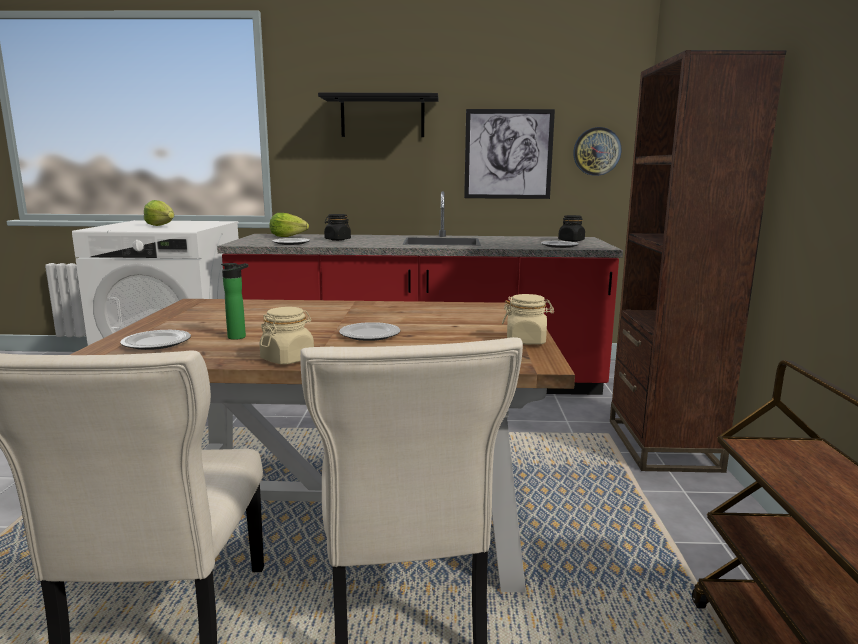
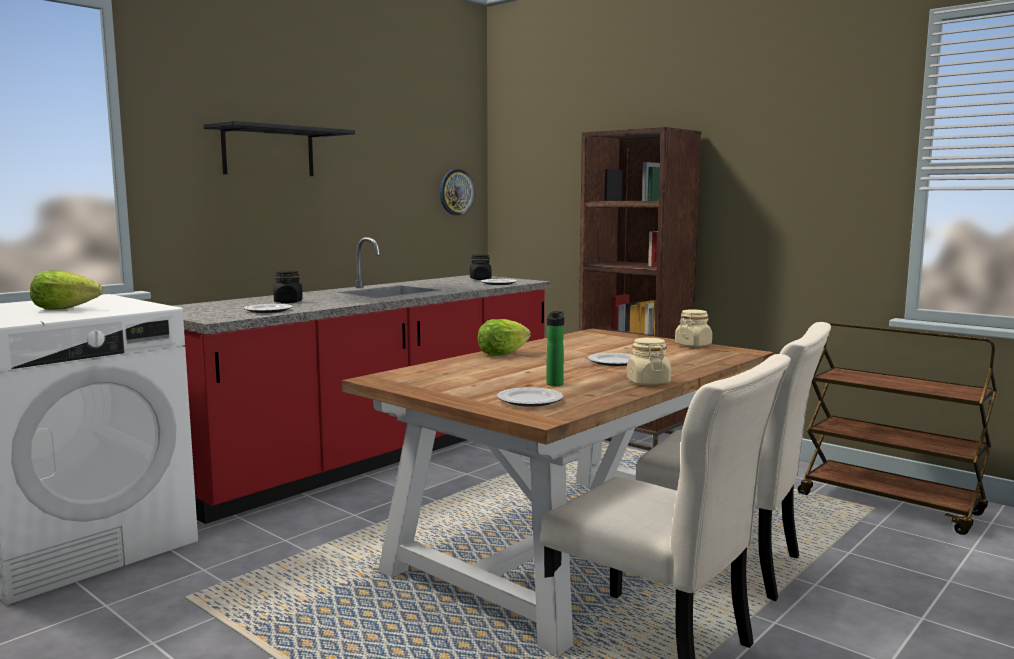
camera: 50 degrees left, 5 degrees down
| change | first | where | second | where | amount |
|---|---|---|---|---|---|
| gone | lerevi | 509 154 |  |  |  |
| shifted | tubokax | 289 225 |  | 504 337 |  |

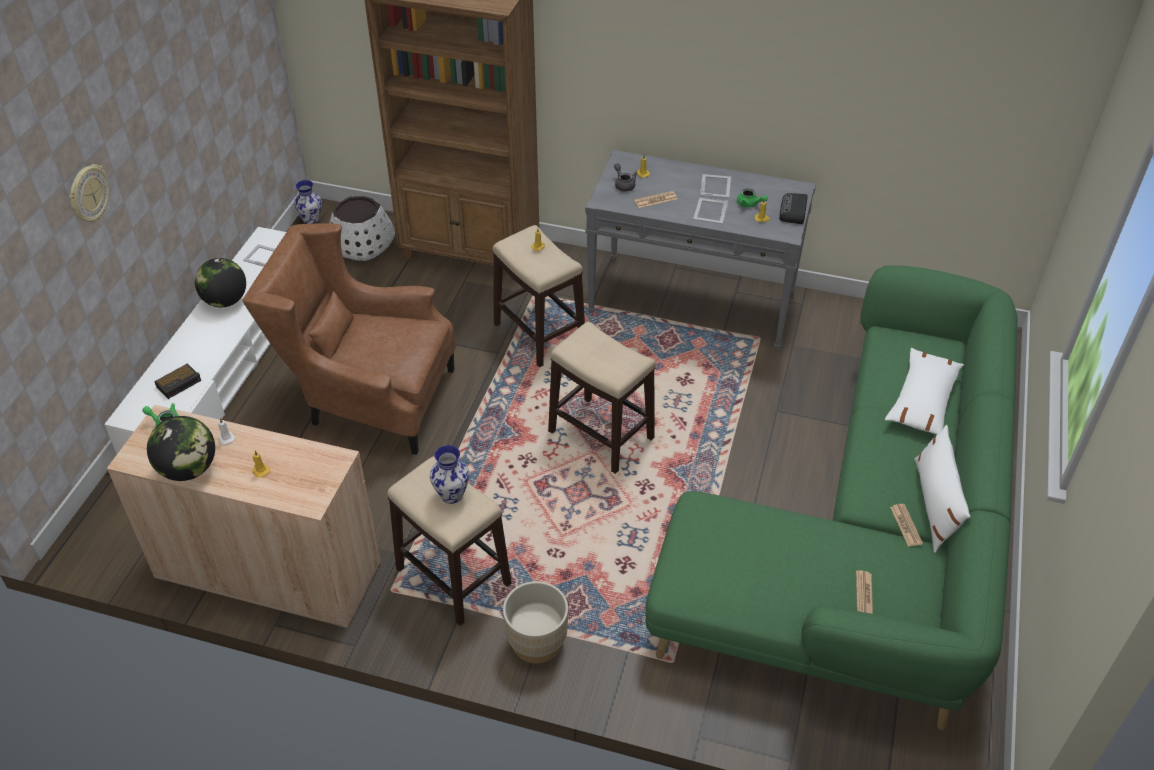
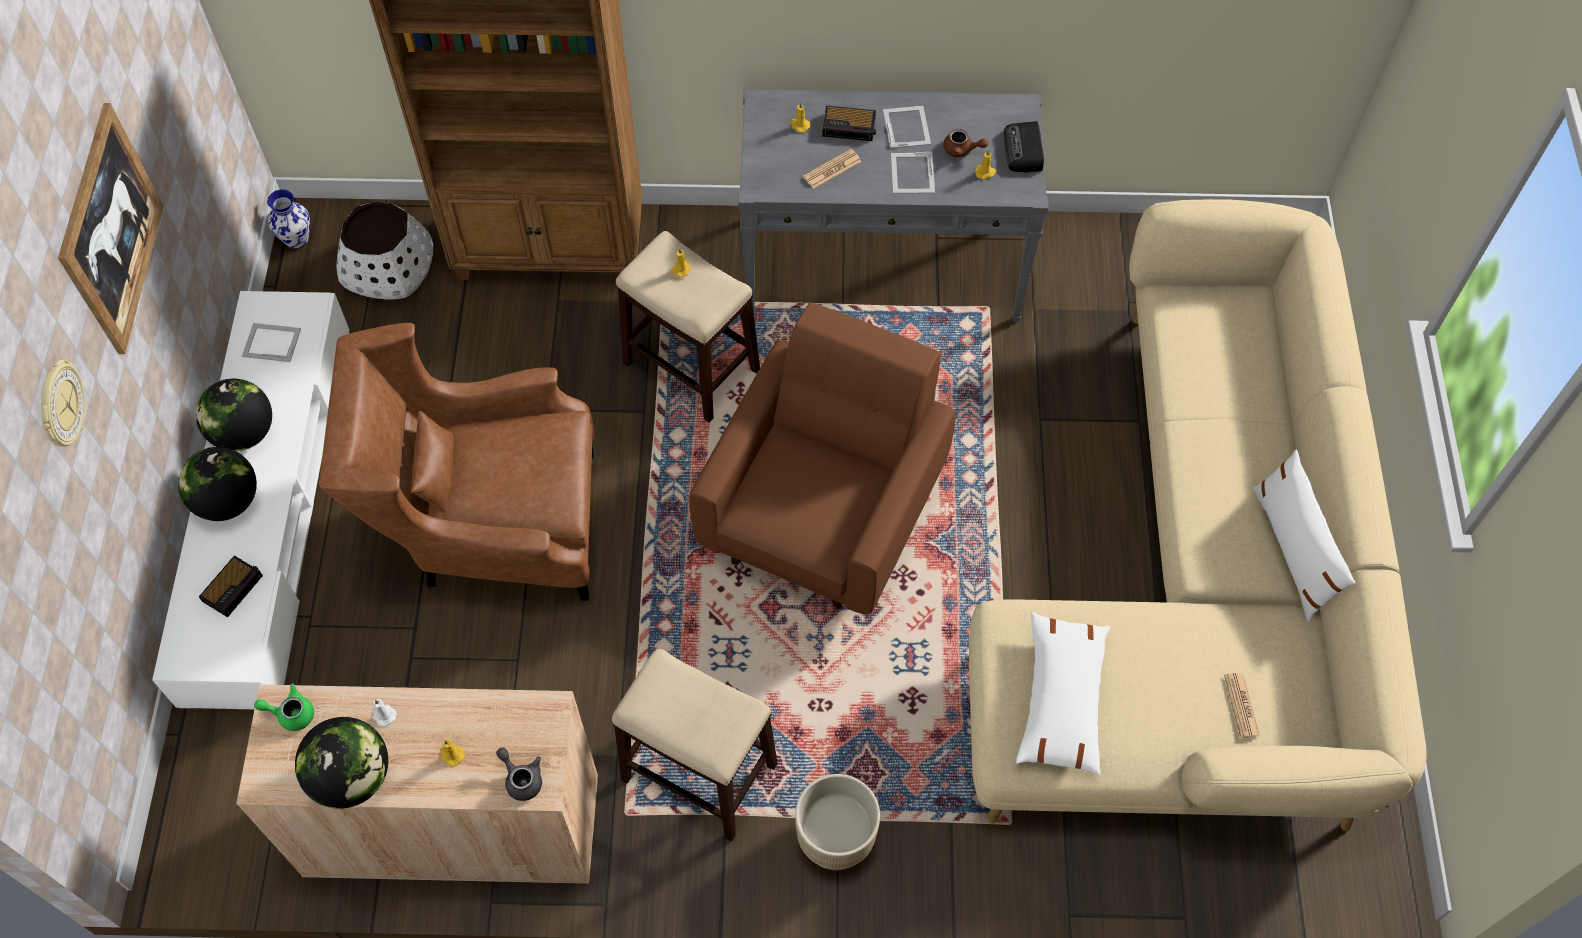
camera: 15 degrees left, 15 degrees up
| change | first | where | second | where | amount |
|---|---|---|---|---|---|
| gone | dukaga | 449 474 |  |  |  |
| gone | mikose | 906 525 |  |  |  |
| new |  |  | lerevi | 111 228 |  |
| new |  |  | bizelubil | 217 484 |  |
| new |  |  | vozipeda | 849 123 |  |
| shifted | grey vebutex | 626 177 |  | 519 774 |  |
| shifted | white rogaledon | 924 391 |  | 1063 694 |  |
| swapped | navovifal | 601 398 | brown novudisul | 822 458 |  |
| repainted | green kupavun | 831 497 | beige kupavun | 1198 515 |  |
| repainted | green vebutex | 752 197 | brown vebutex | 965 143 |  |

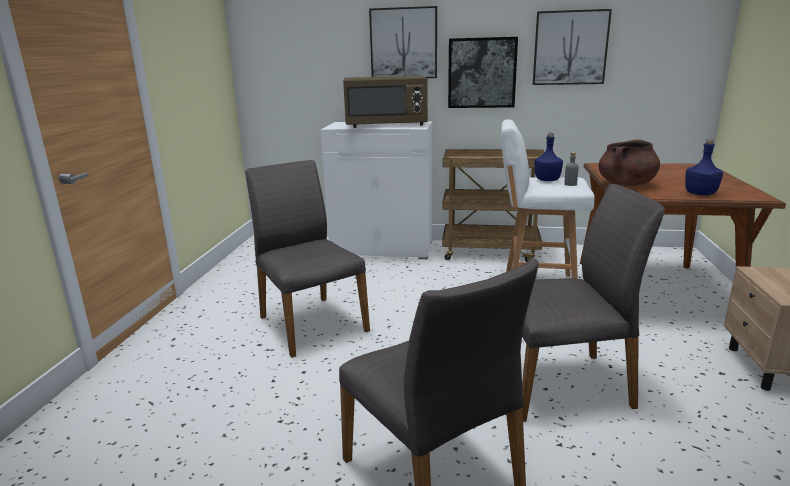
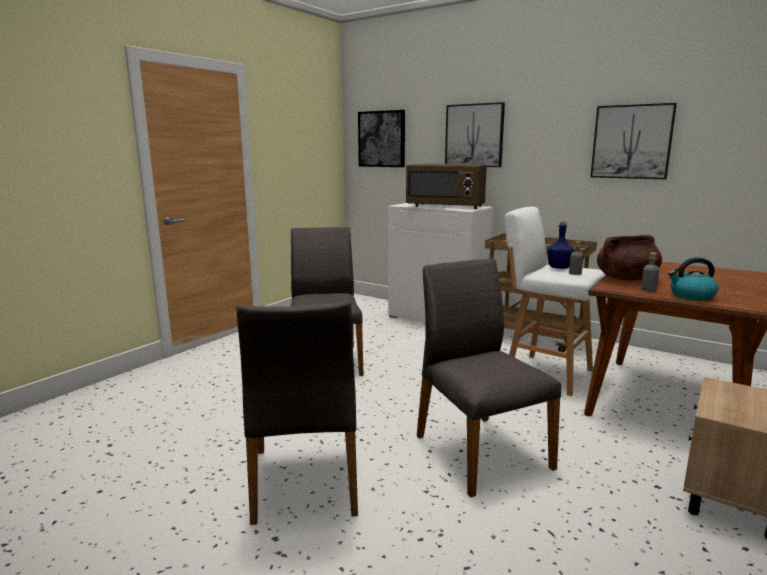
camera: 25 degrees right, 5 degrees down
| change | first | where | second | where | amount |
|---|---|---|---|---|---|
| new |  |  | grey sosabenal | 650 272 |  |
| shifted | lerevi | 483 72 |  | 381 138 |  |
| swapped | blue sosabenal | 704 167 | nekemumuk | 693 279 |  |
| rotated | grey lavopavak | 593 303 |  | 489 377 | 135 degrees counterclockwise |

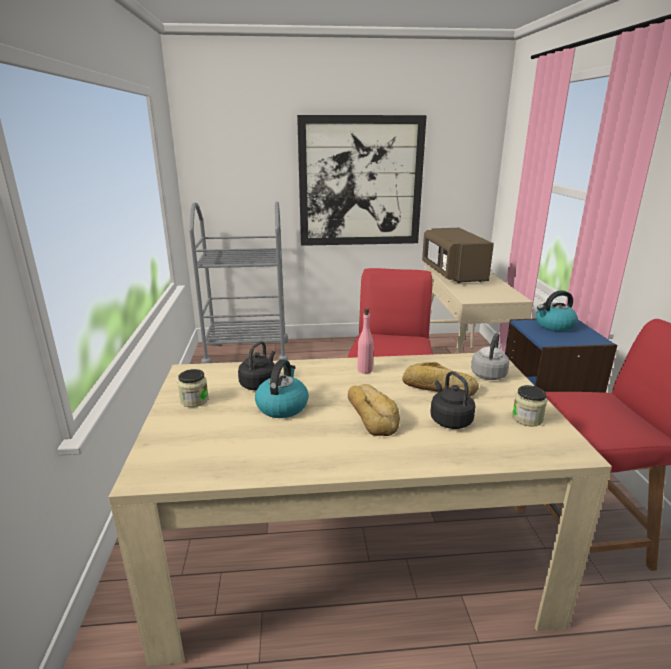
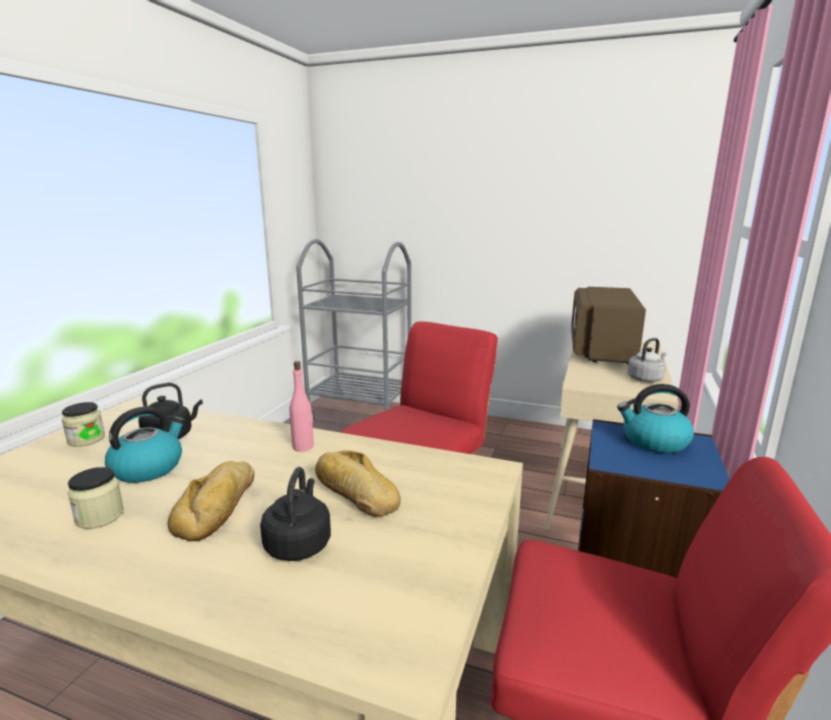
camera: 25 degrees right, 5 degrees down
| change | first | where | second | where | amount |
|---|---|---|---|---|---|
| gone | lerevi | 362 180 |  |  |  |
| shifted | grey nekemumuk | 490 356 |  | 646 360 |  |
| shifted | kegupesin | 529 406 |  | 96 498 |  |

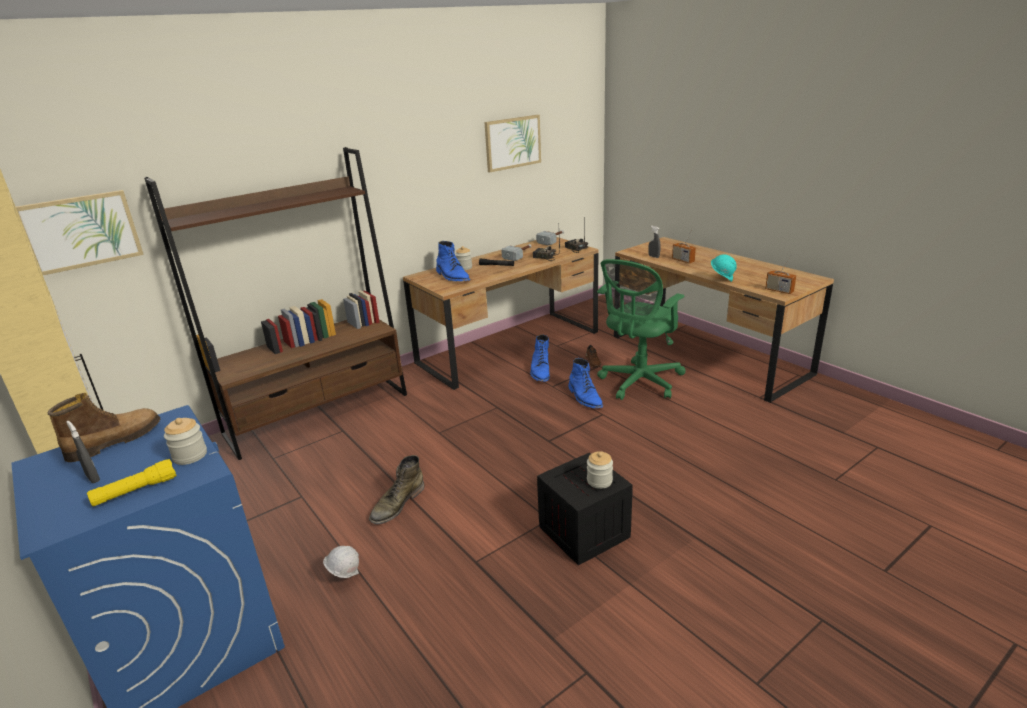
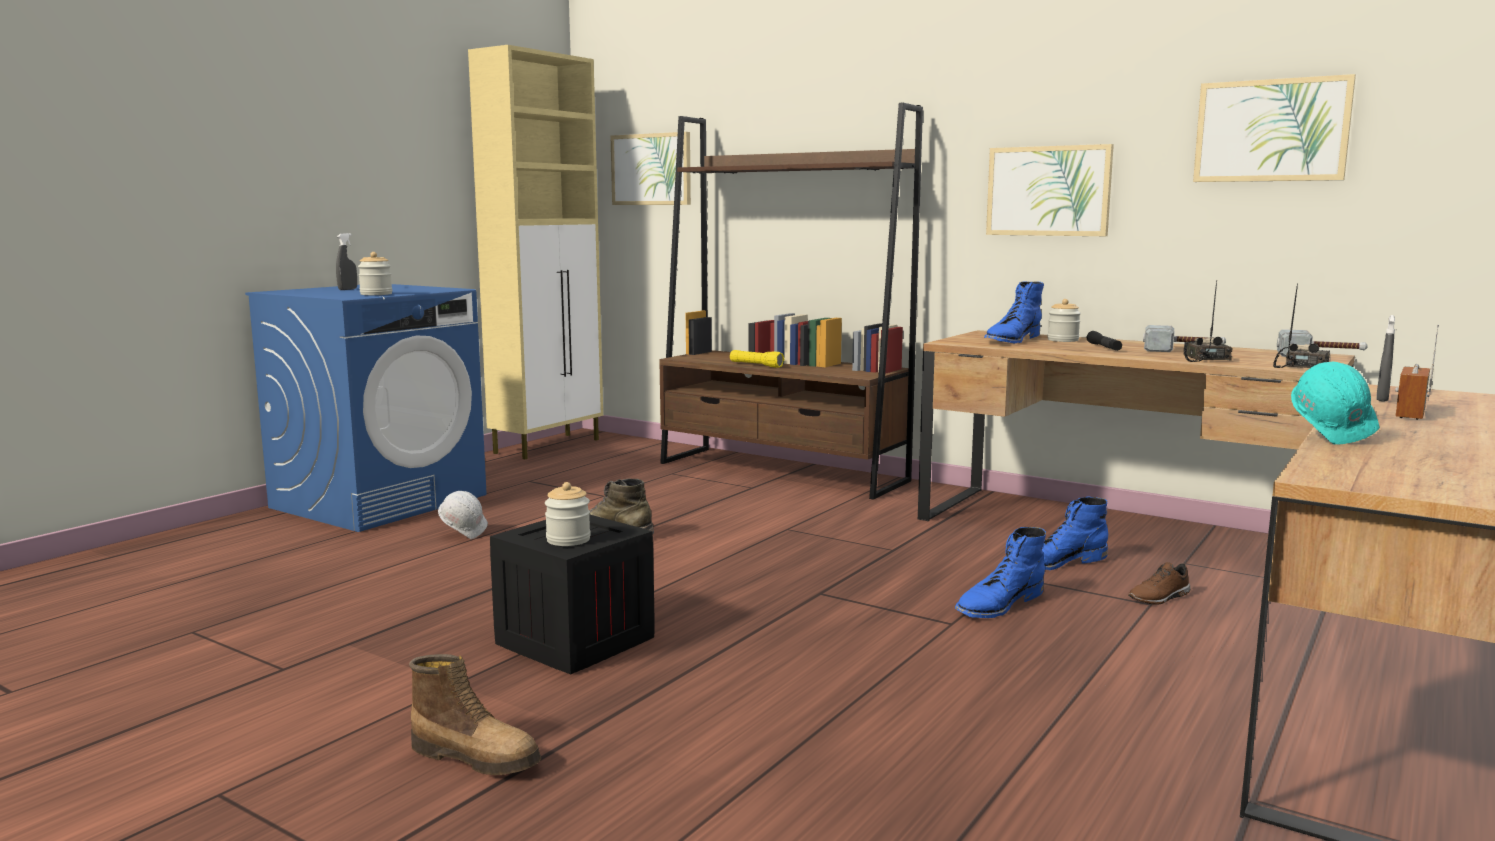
camera: 70 degrees right, 15 degrees down
| change | first | where | second | where | amount |
|---|---|---|---|---|---|
| gone | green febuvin | 641 329 |  |  |  |
| gone | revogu | 780 274 |  |  |  |
| new |  |  | lerevi | 1050 190 |  |
| shifted | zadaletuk | 104 427 |  | 475 714 |  |
| shifted | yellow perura | 132 482 |  | 757 359 |  |

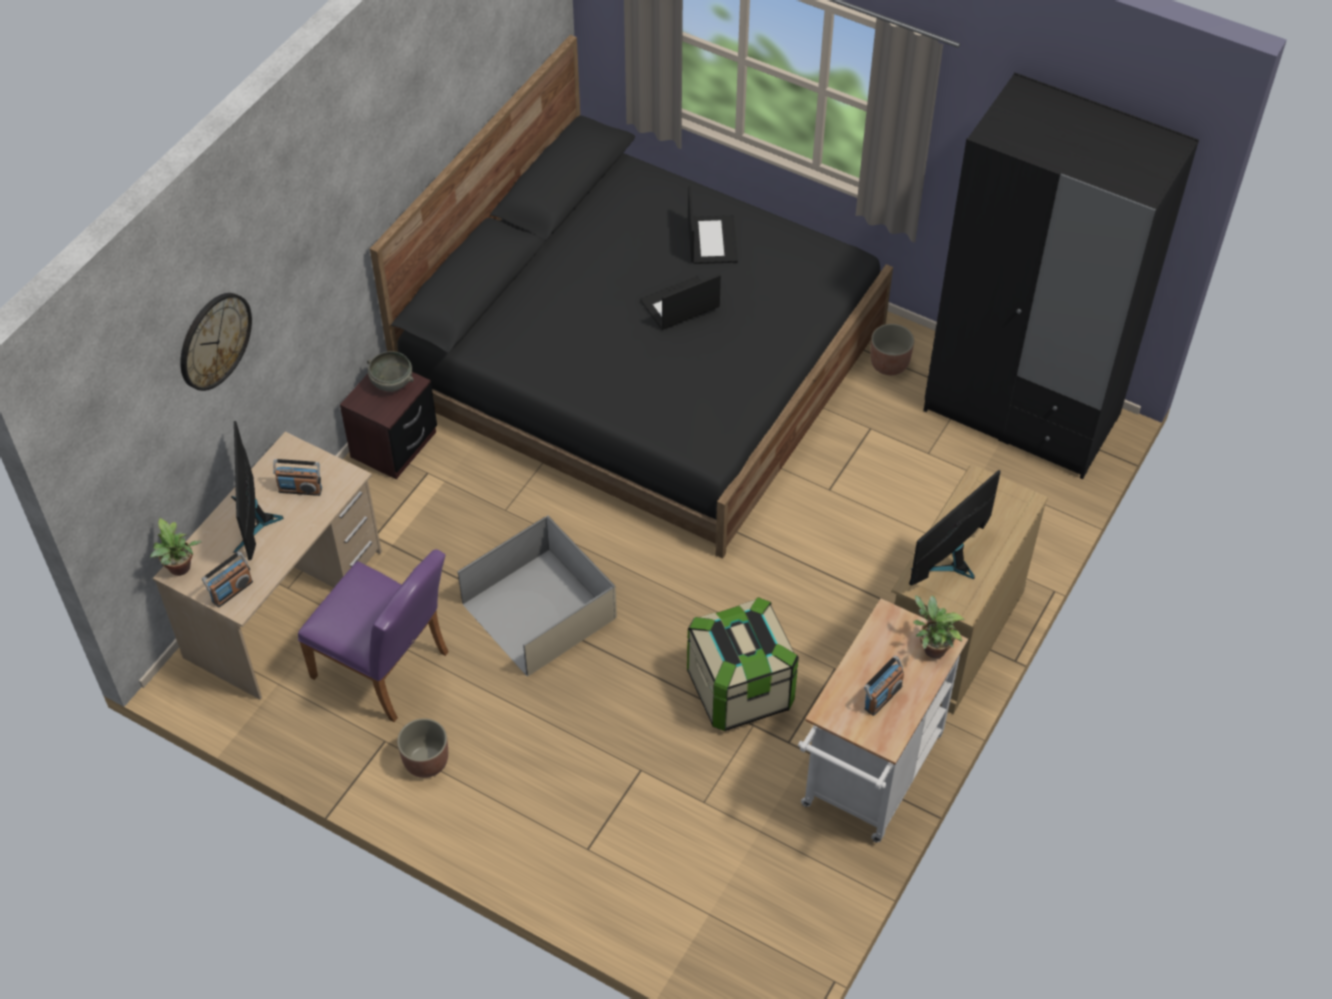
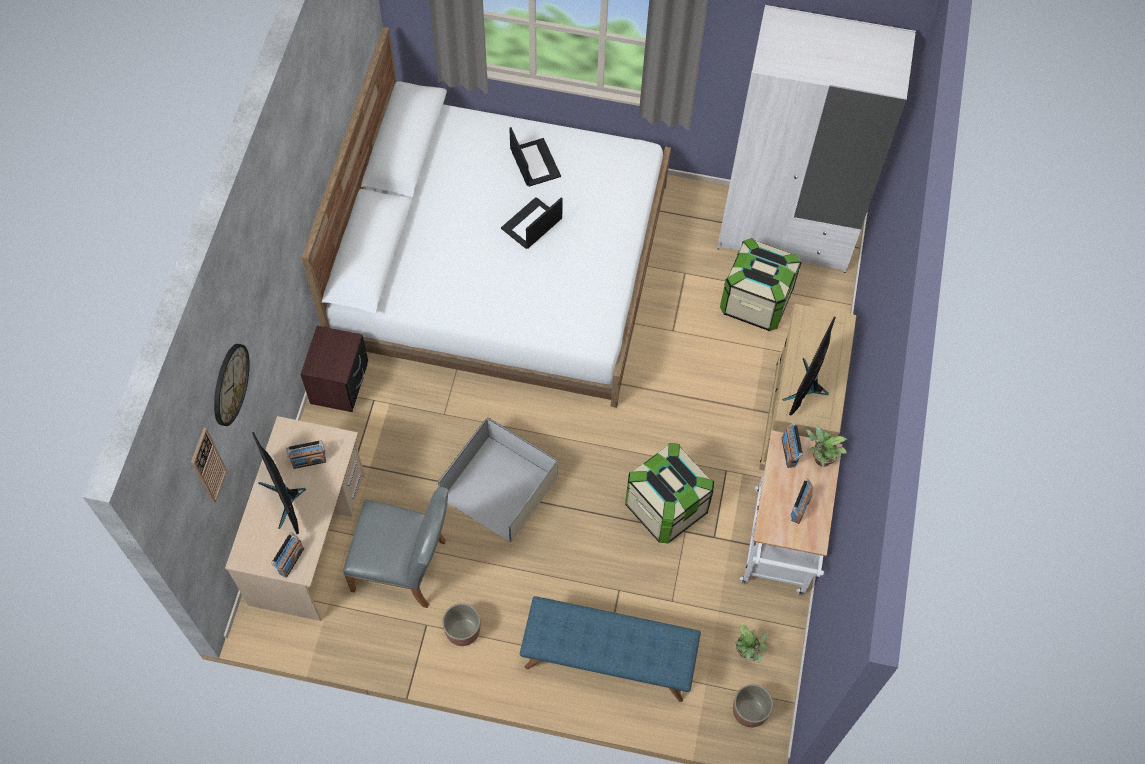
camera: 20 degrees left, 10 degrees up
| change | first | where | second | where | amount |
|---|---|---|---|---|---|
| gone | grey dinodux | 390 371 |  |  |  |
| new |  |  | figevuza | 209 465 |  |
| new |  |  | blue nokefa | 610 649 |  |
| new |  |  | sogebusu | 760 284 |  |
| new |  |  | revogu | 792 445 |  |
| shifted | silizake | 176 547 |  | 751 643 |  |
| shifted | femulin | 892 349 |  | 753 706 |  |
| repainted | purple lavopavak | 373 635 | grey lavopavak | 395 547 |  |
| repainted | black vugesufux | 631 297 | white vugesufux | 486 217 |  |
| repainted | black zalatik | 1061 275 | white zalatik | 816 139 |  |

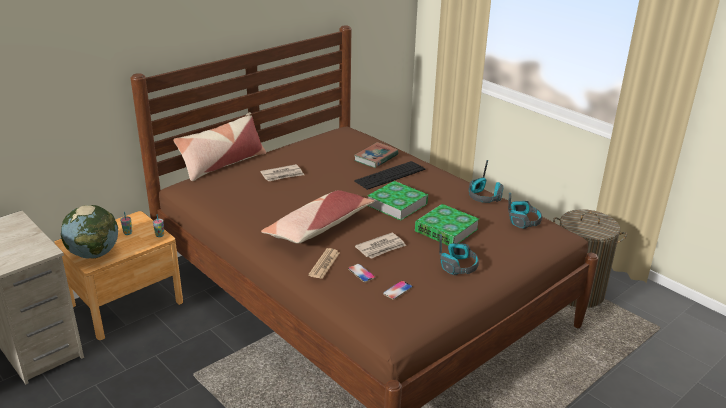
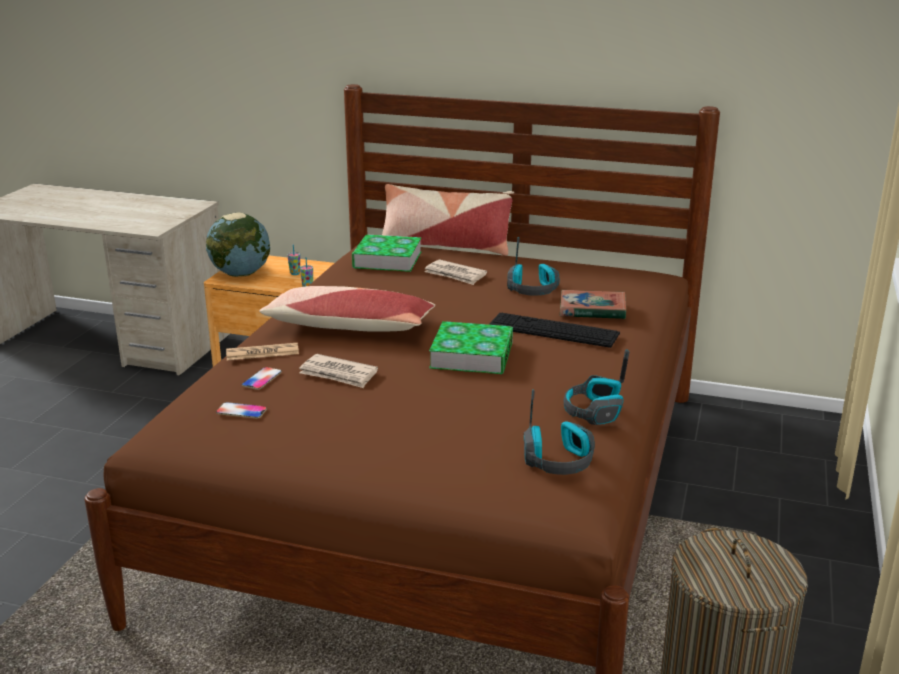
camera: 60 degrees right, 5 degrees down
| change | first | where | second | where | amount |
|---|---|---|---|---|---|
| shifted | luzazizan | 447 224 |  | 387 253 |  |
| shifted | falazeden | 459 254 |  | 533 266 |  |

